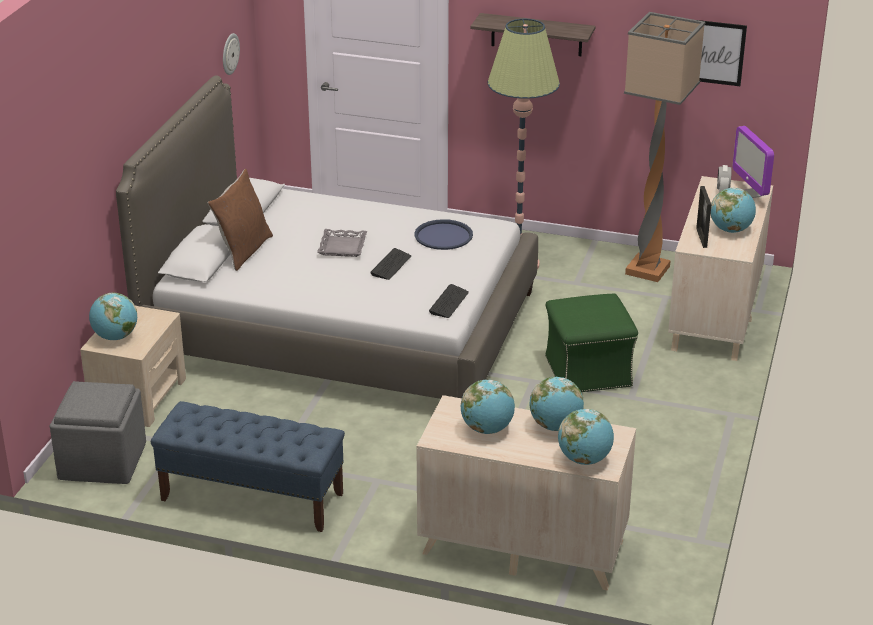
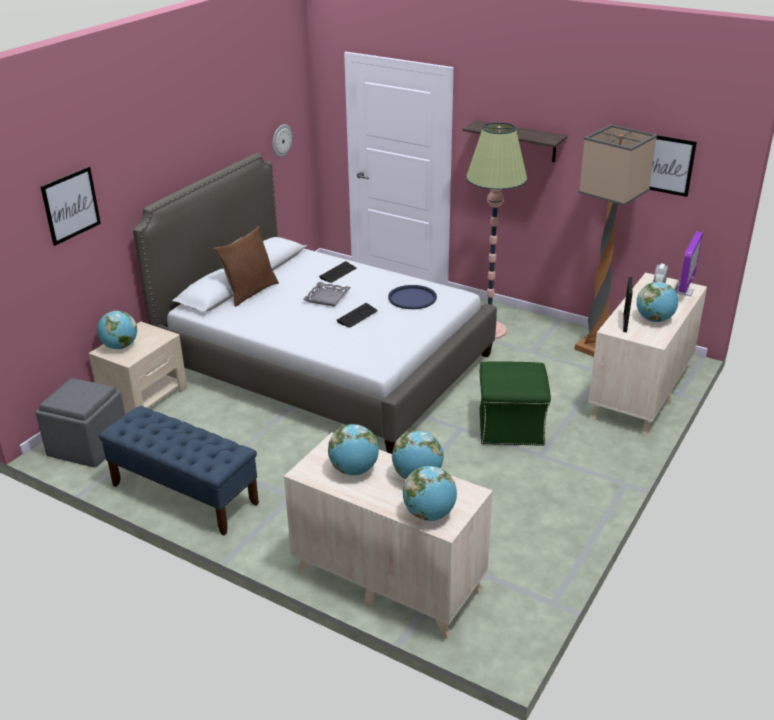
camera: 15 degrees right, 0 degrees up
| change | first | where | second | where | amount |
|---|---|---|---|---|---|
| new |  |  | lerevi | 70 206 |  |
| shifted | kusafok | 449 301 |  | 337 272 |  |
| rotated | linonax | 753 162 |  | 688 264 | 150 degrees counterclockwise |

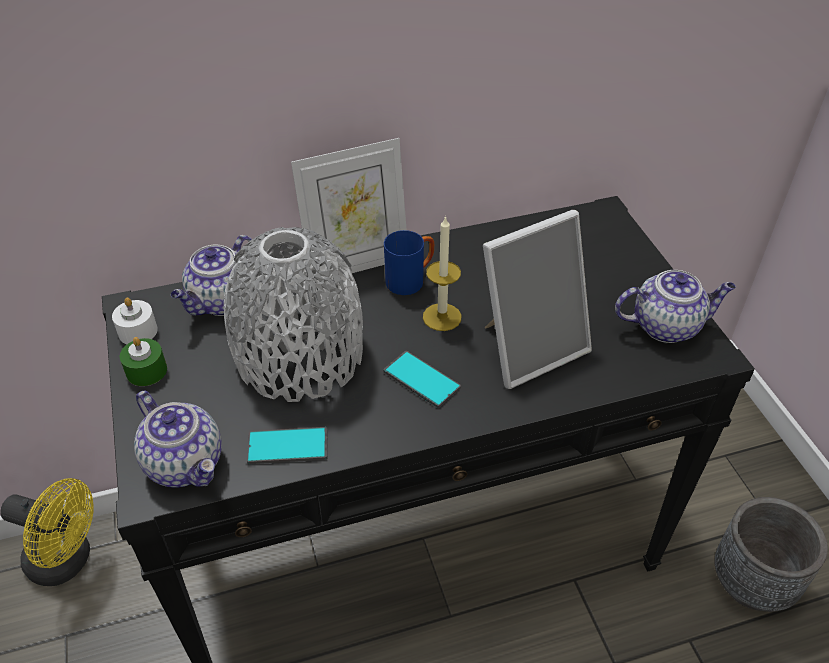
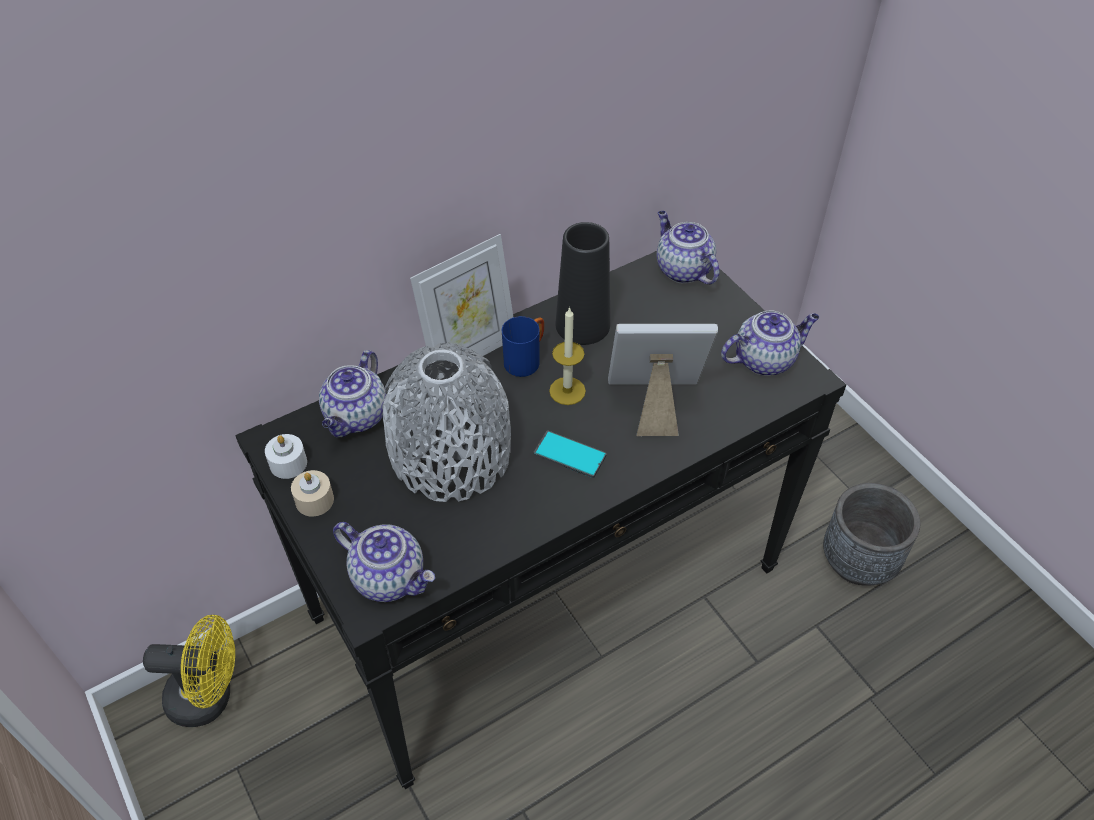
camera: 15 degrees left, 5 degrees up
| change | first | where | second | where | amount |
|---|---|---|---|---|---|
| gone | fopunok | 287 445 |  |  |  |
| new |  |  | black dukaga | 583 283 |  |
| new |  |  | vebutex | 687 248 |  |
| repainted | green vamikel | 143 361 | beige vamikel | 312 493 |  |
| rotated | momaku | 537 299 |  | 663 380 | 135 degrees counterclockwise |

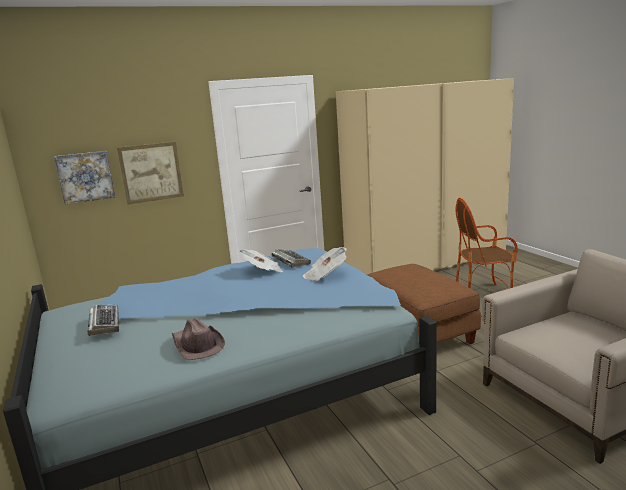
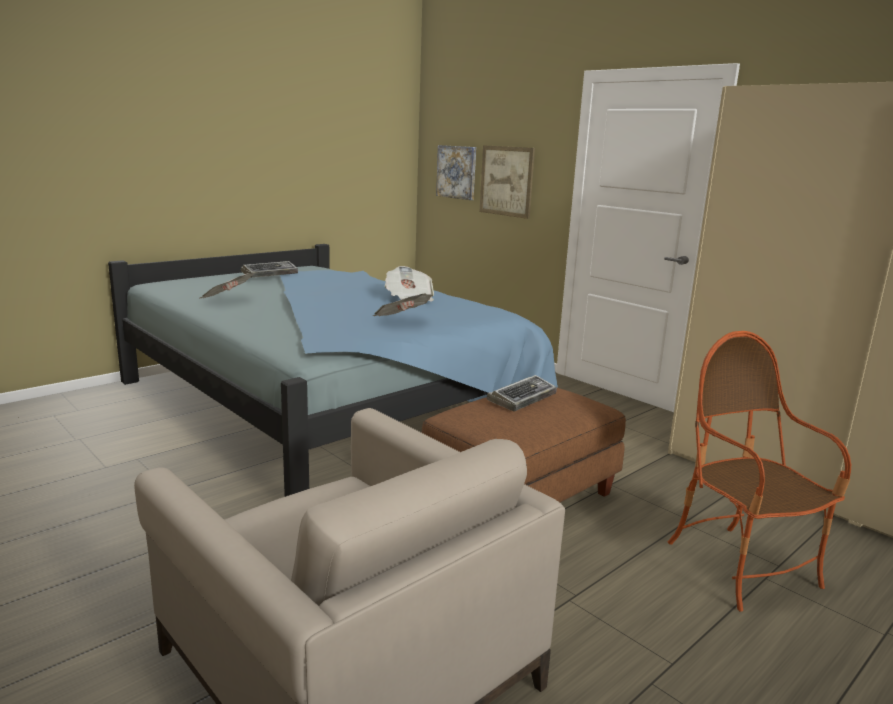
camera: 70 degrees right, 0 degrees up
| change | first | where | second | where | amount |
|---|---|---|---|---|---|
| shifted | kusafok | 291 258 |  | 522 393 |  |
| swapped | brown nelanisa | 198 339 | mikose | 227 285 |  |

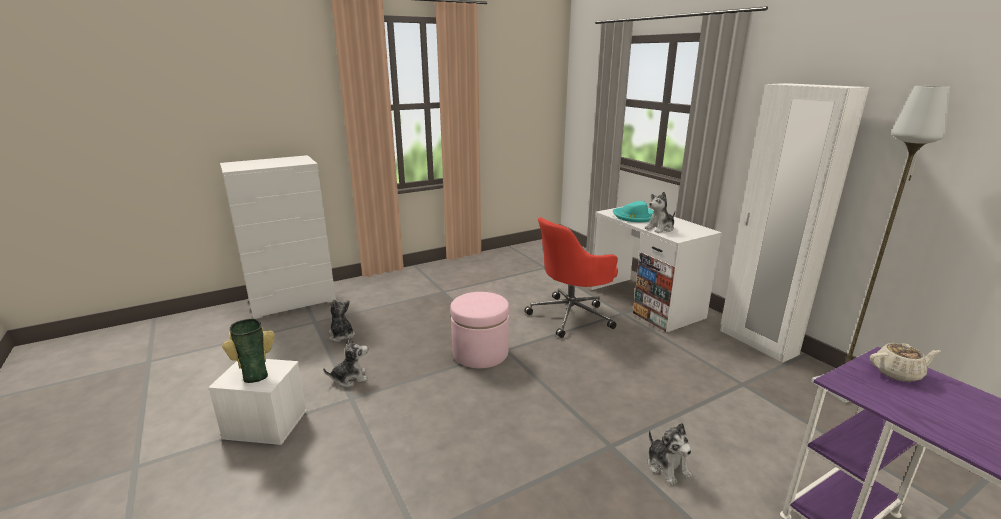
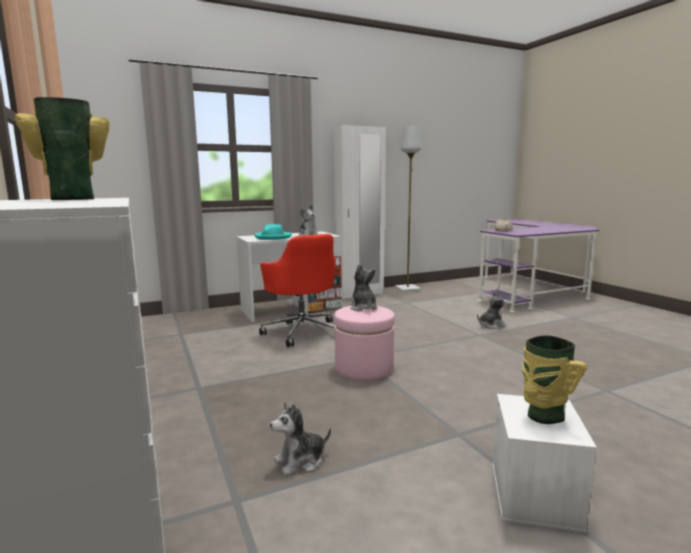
camera: 85 degrees left, 10 degrees down
| change | first | where | second | where | amount |
|---|---|---|---|---|---|
| new |  |  | dukaga | 62 148 |  |
| shifted | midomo | 345 362 |  | 364 287 |  |

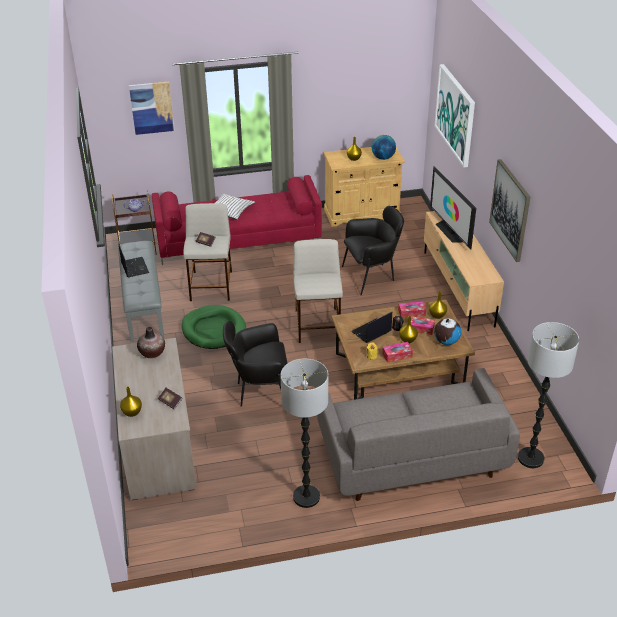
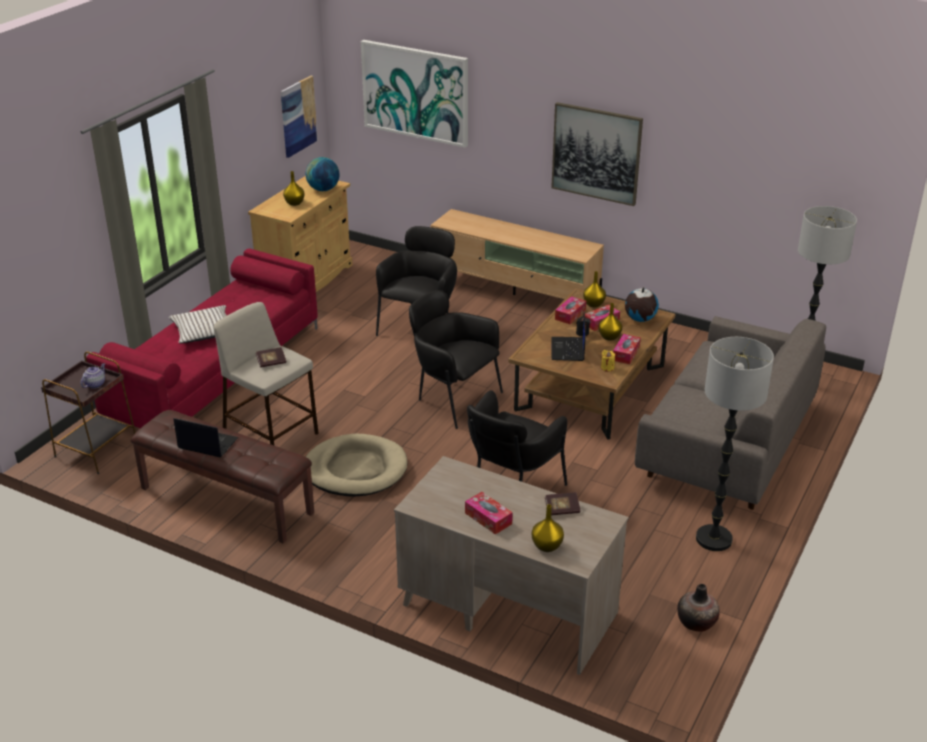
camera: 50 degrees left, 5 degrees down
| change | first | where | second | where | amount |
|---|---|---|---|---|---|
| gone | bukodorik | 453 208 |  |  |  |
| new |  |  | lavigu | 489 513 |  |
| shifted | lerevi | 152 108 |  | 299 117 |  |
| shifted | dukaga | 151 342 |  | 698 608 |  |
| swapped | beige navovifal | 318 291 | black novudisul | 456 359 |  |
| repainted | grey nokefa | 141 291 | brown nokefa | 222 476 |  |
| repainted | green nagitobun | 214 327 | beige nagitobun | 357 465 |  |

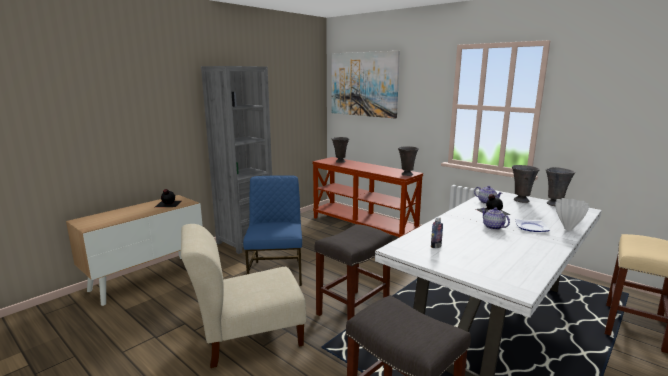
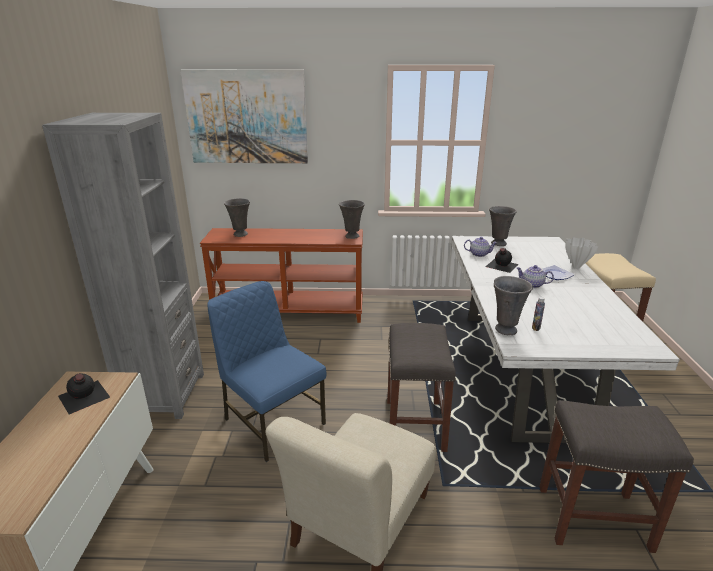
camera: 40 degrees left, 10 degrees up
| change | first | where | second | where | amount |
|---|---|---|---|---|---|
| shifted | grey dukaga | 560 186 |  | 513 305 |  |

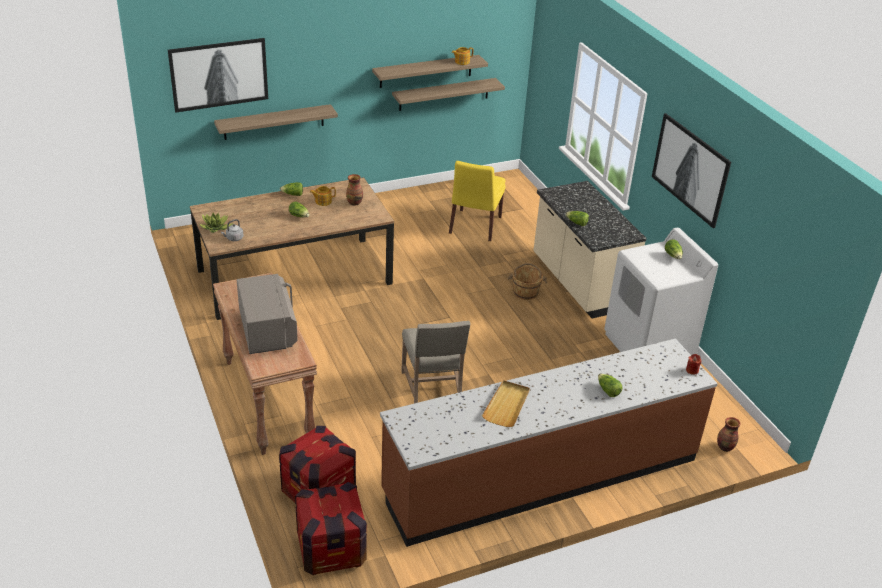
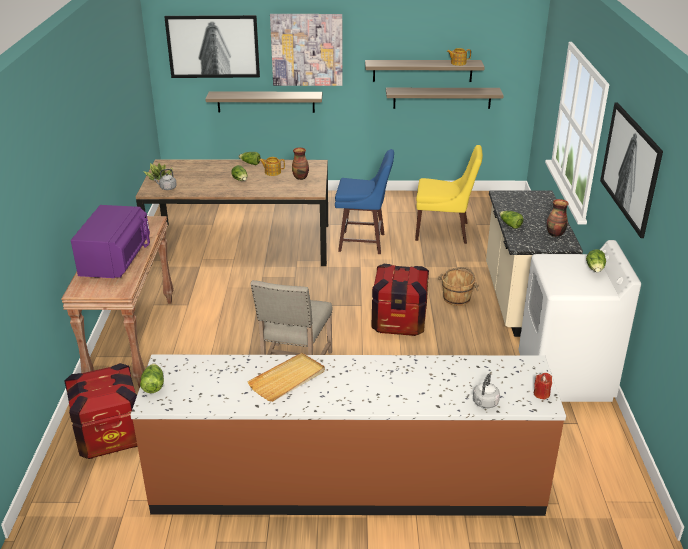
camera: 25 degrees right, 5 degrees down
| change | first | where | second | where | amount |
|---|---|---|---|---|---|
| new |  |  | lerevi | 306 50 |  |
| new |  |  | blue navovifal | 364 201 |  |
| new |  |  | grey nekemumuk | 486 391 |  |
| shifted | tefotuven | 331 528 |  | 400 300 |  |
| shifted | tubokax | 610 385 |  | 152 378 |  |
| shifted | dukaga | 729 434 |  | 558 218 |  |
| repainted | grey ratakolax | 267 314 | purple ratakolax | 110 241 |  |
| rotated | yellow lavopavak | 477 201 |  | 449 194 | 120 degrees counterclockwise |

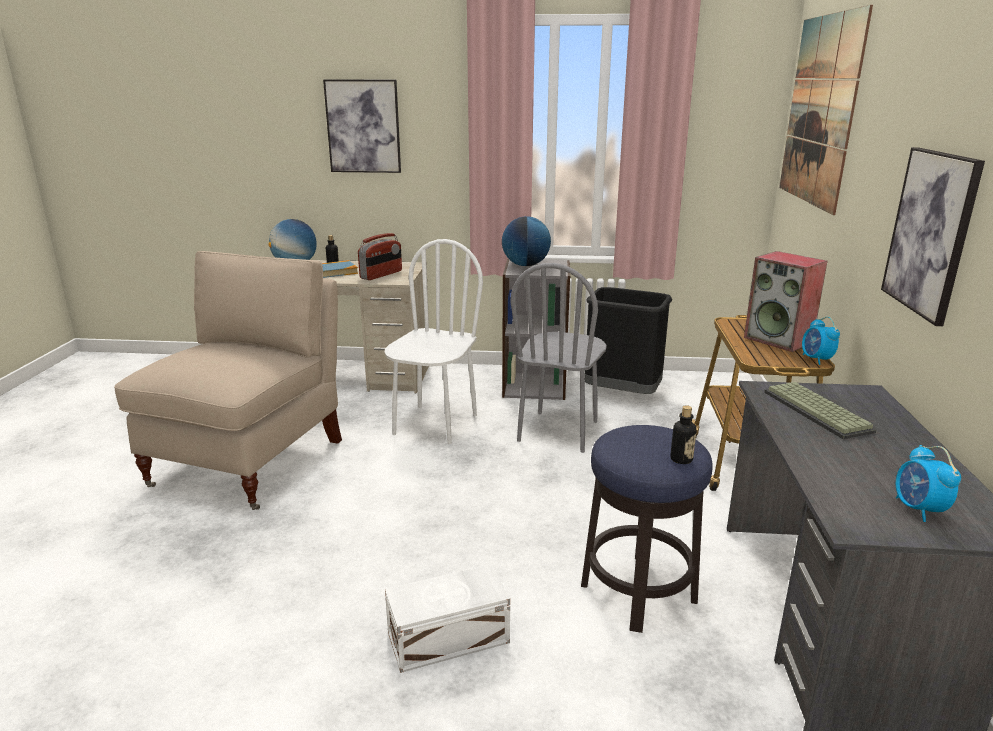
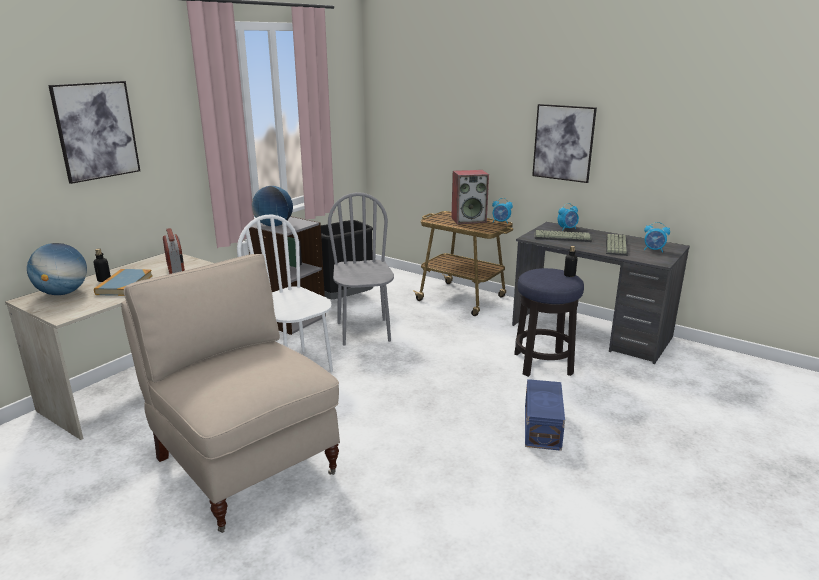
camera: 60 degrees left, 0 degrees up
| change | first | where | second | where | amount |
|---|---|---|---|---|---|
| gone | lerevi | 826 110 |  |  |  |
| new |  |  | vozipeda | 568 217 |  |
| new |  |  | kusafok | 617 245 |  |
| repainted | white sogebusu | 447 618 | blue sogebusu | 545 415 |  |
| rotated | grey lavopavak | 558 358 |  | 361 268 | 150 degrees counterclockwise |

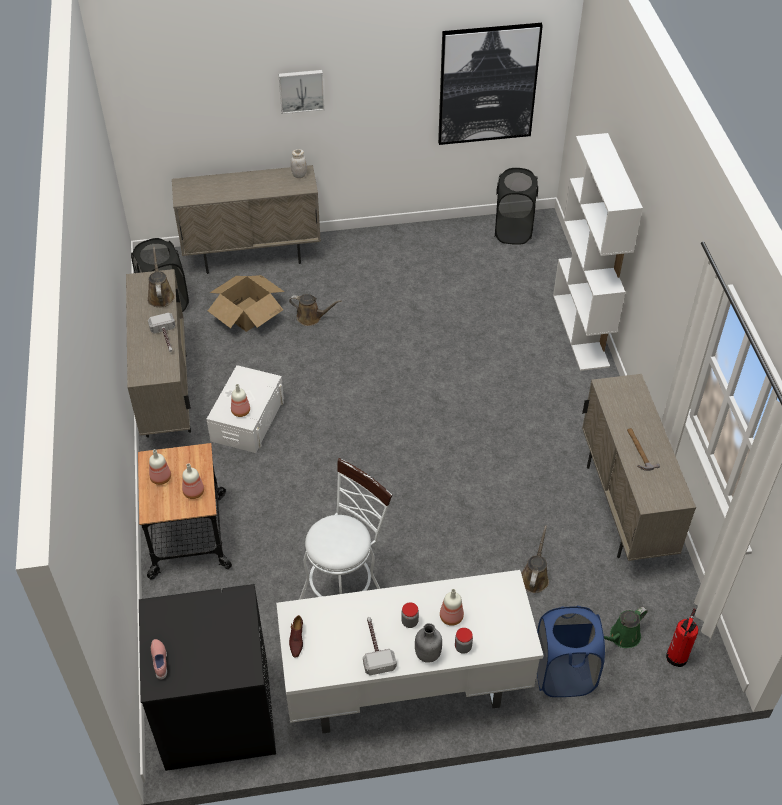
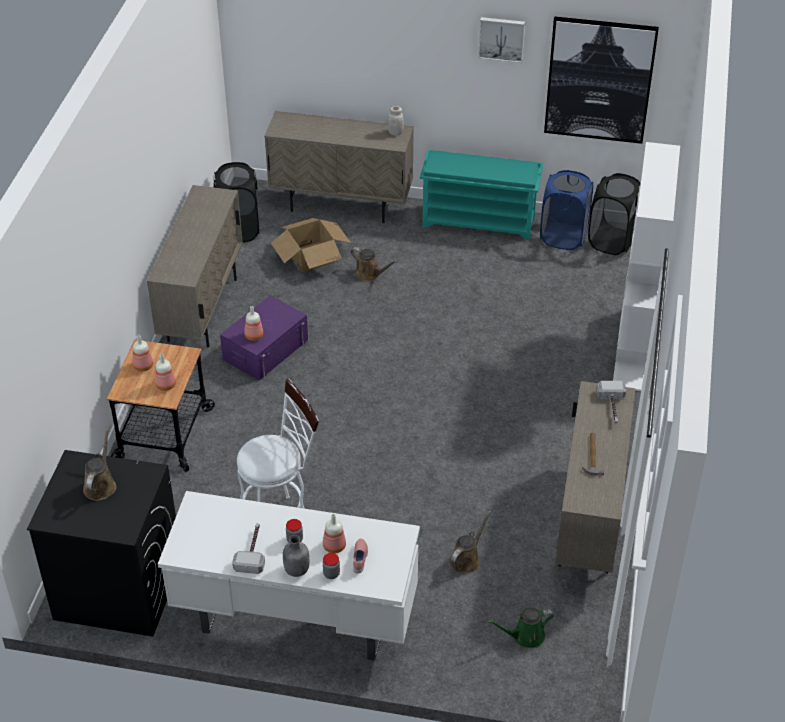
camera: 20 degrees right, 5 degrees down
| change | first | where | second | where | amount |
|---|---|---|---|---|---|
| gone | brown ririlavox | 296 636 |  |  |  |
| gone | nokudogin | 682 638 |  |  |  |
| new |  |  | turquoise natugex | 481 195 |  |
| shifted | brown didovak | 161 277 |  | 99 463 |  |
| shifted | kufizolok | 162 332 |  | 611 402 |  |
| shifted | pink ririlavox | 159 659 |  | 360 556 |  |
| shifted | lerevi | 301 92 |  | 501 40 |  |
| shifted | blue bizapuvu | 571 651 |  | 566 210 |  |
| repainted | white sogebusu | 245 409 | purple sogebusu | 264 337 |  |

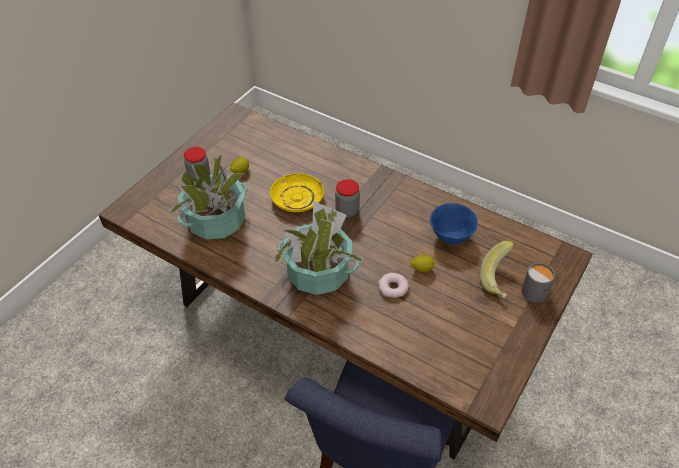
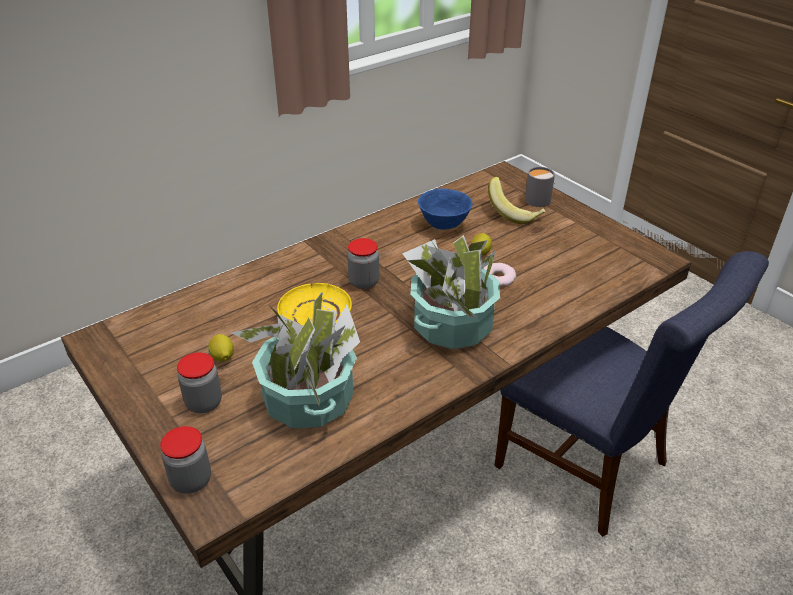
camera: 70 degrees left, 10 degrees down
| change | first | where | second | where | amount |
|---|---|---|---|---|---|
| new |  |  | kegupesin | 185 460 |  |

